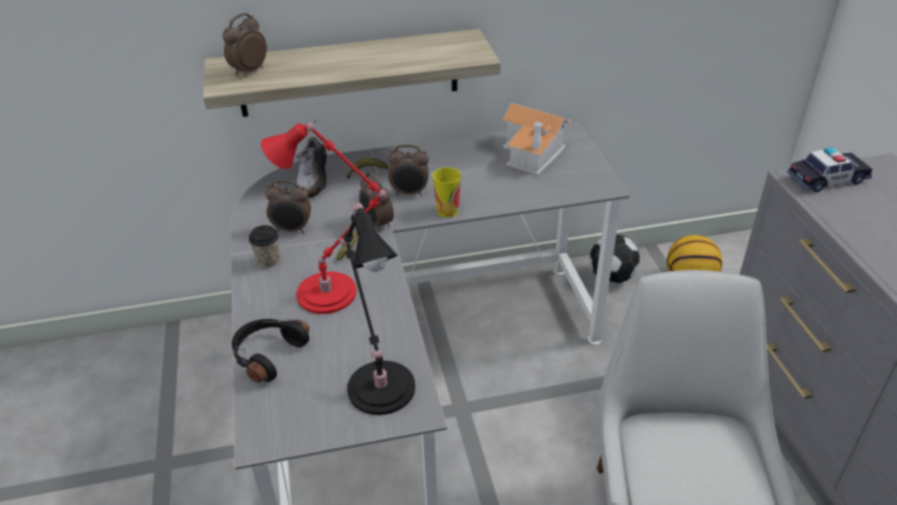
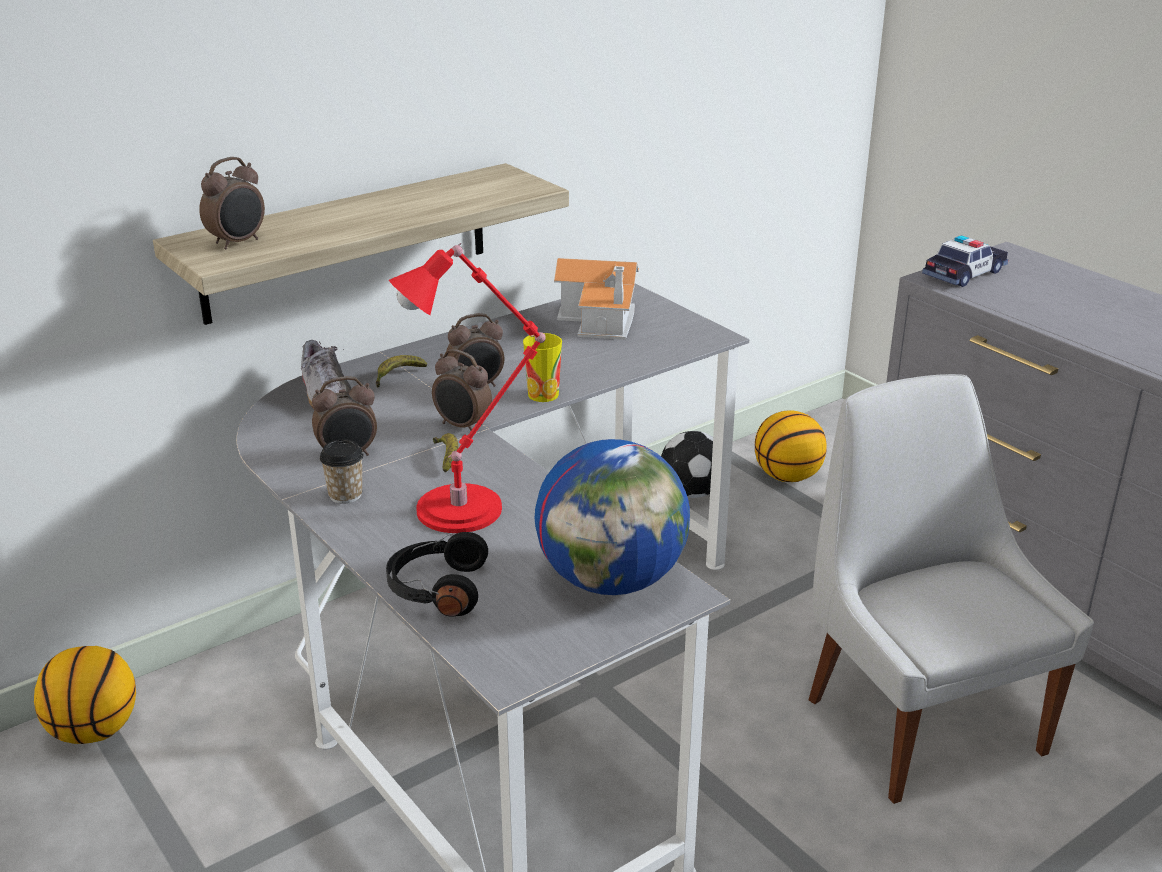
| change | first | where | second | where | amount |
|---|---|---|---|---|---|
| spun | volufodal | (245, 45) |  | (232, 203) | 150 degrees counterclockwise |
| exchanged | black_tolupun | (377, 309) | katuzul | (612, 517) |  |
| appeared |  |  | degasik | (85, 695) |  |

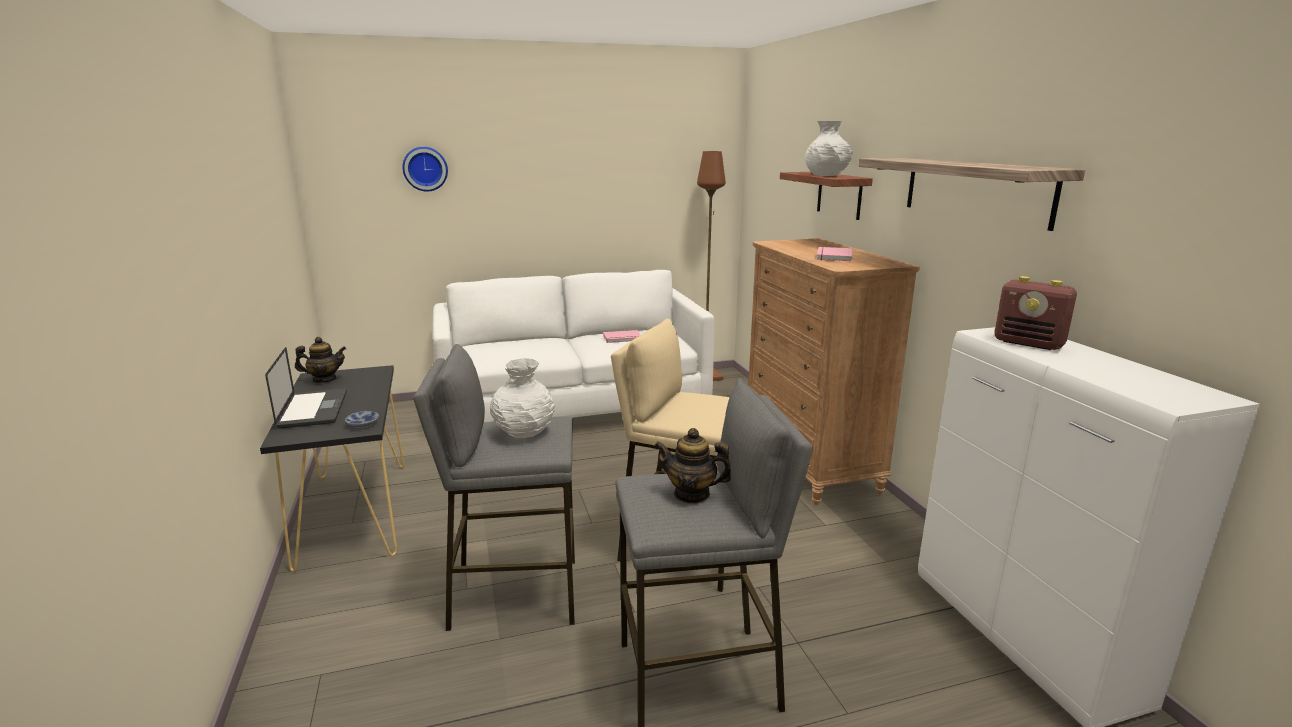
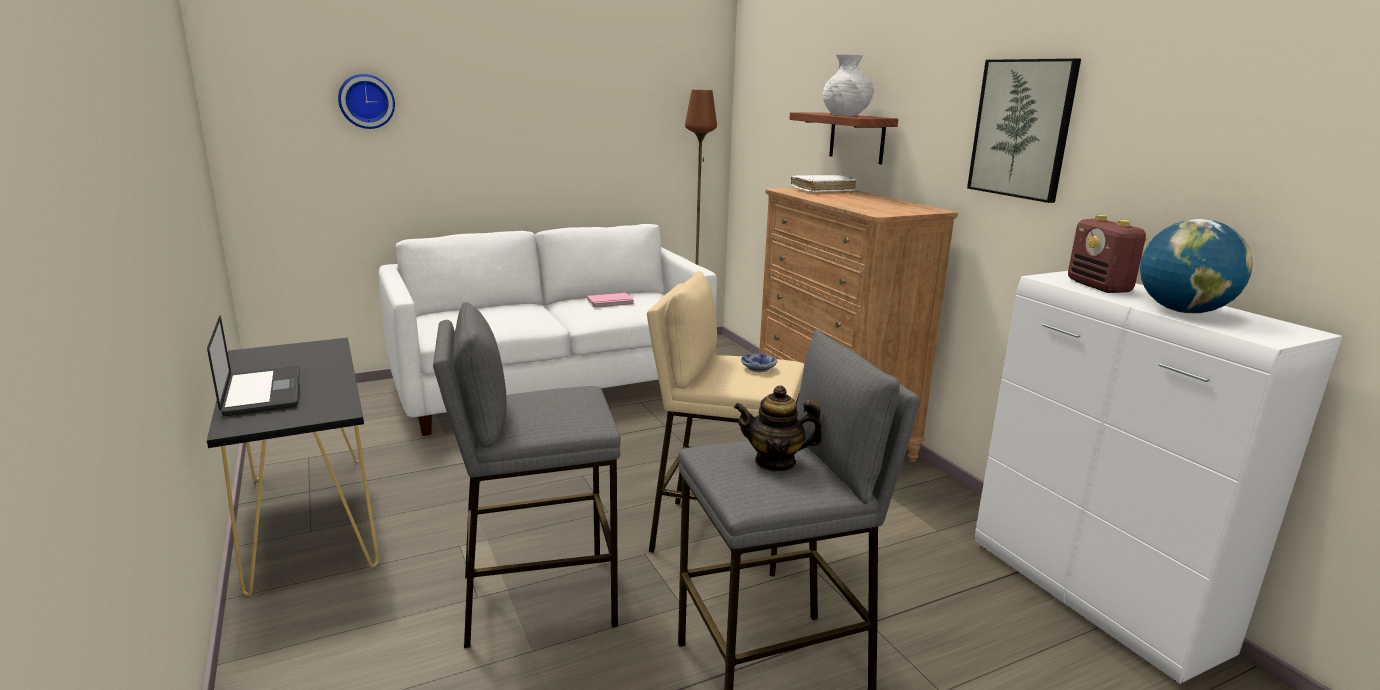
| change | first | where | second | where | amount |
|---|---|---|---|---|---|
| missing | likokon | (320, 360) |  |  |  |
| relocated | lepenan | (362, 419) |  | (759, 362) |  |
| missing | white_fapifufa | (522, 398) |  |  |  |
| missing | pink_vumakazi | (834, 254) |  |  |  |
| exchanged | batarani | (971, 194) | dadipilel | (1024, 130) |  |
| spun | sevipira | (1035, 313) |  | (1108, 254) | 45 degrees clockwise |
| appeared |  |  | white_vumakazi | (823, 184) |  |
| appeared |  |  | katuzul | (1196, 266) |  |

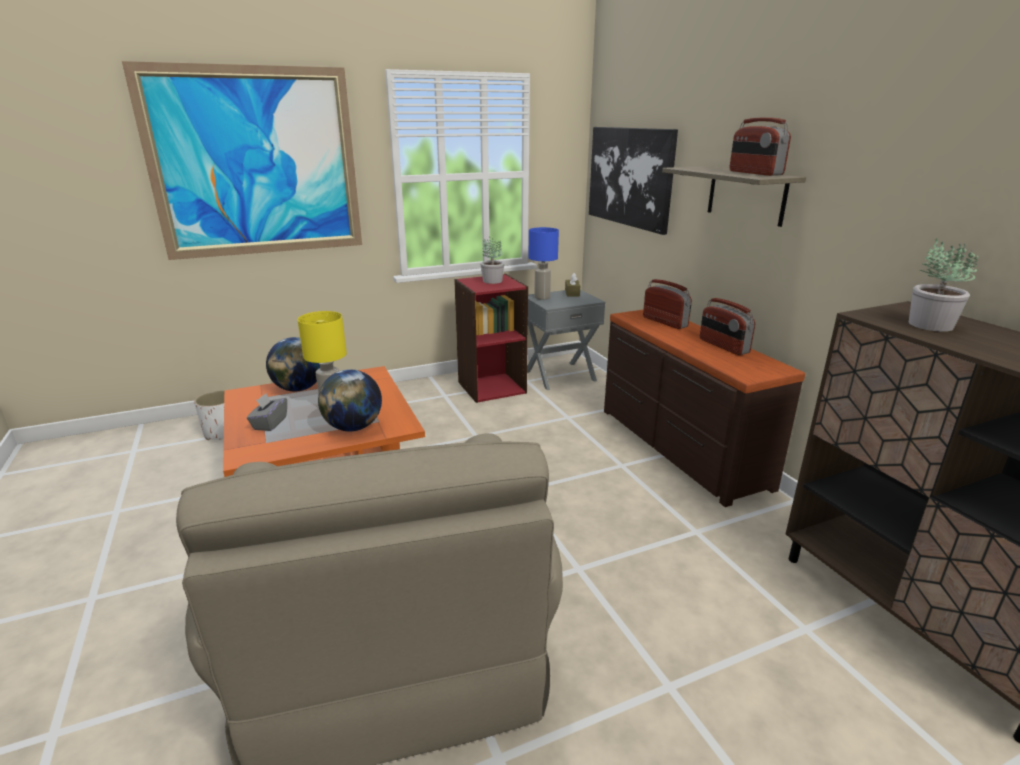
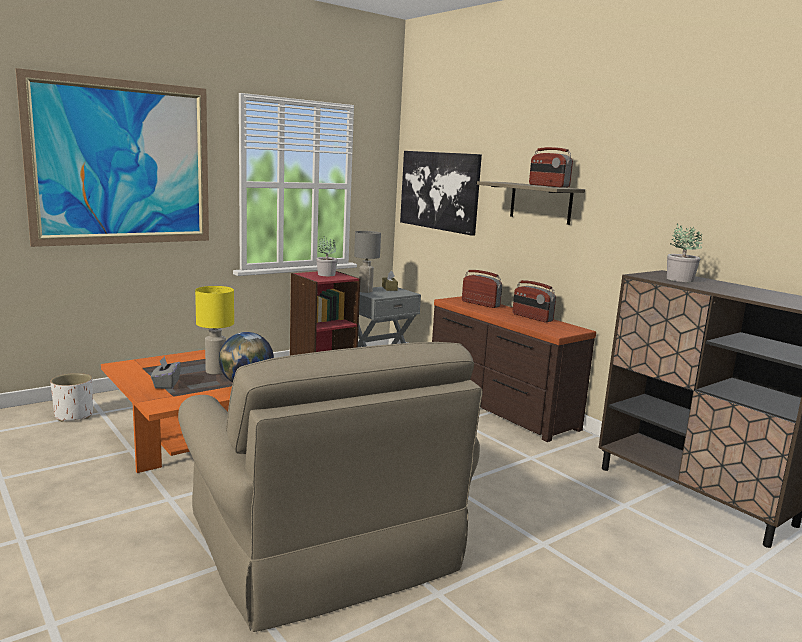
| change | first | where | second | where | amount |
|---|---|---|---|---|---|
| missing | katuzul | (293, 364) |  |  |  |
| colour | blue_tolupun | (543, 263) | grey_tolupun | (367, 262) |  |

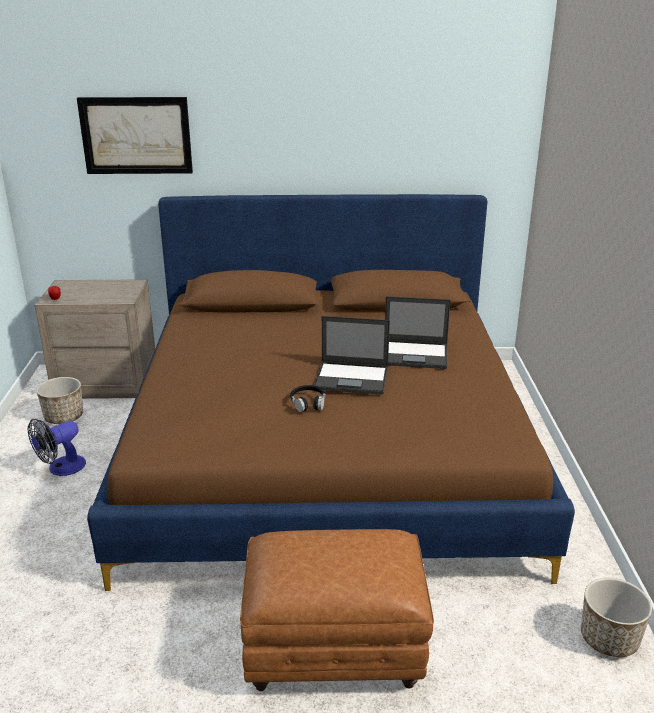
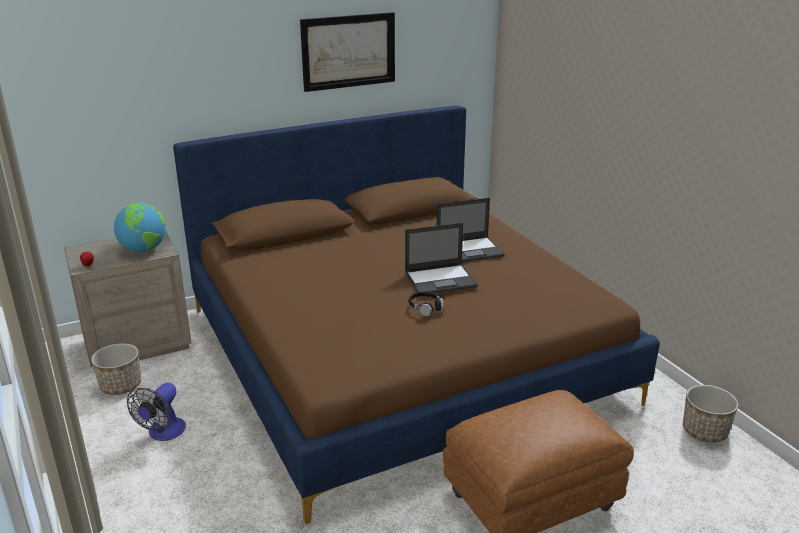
| change | first | where | second | where | amount |
|---|---|---|---|---|---|
| relocated | dadipilel | (135, 135) |  | (347, 52) |  |
| appeared |  |  | katuzul | (140, 228) |  |

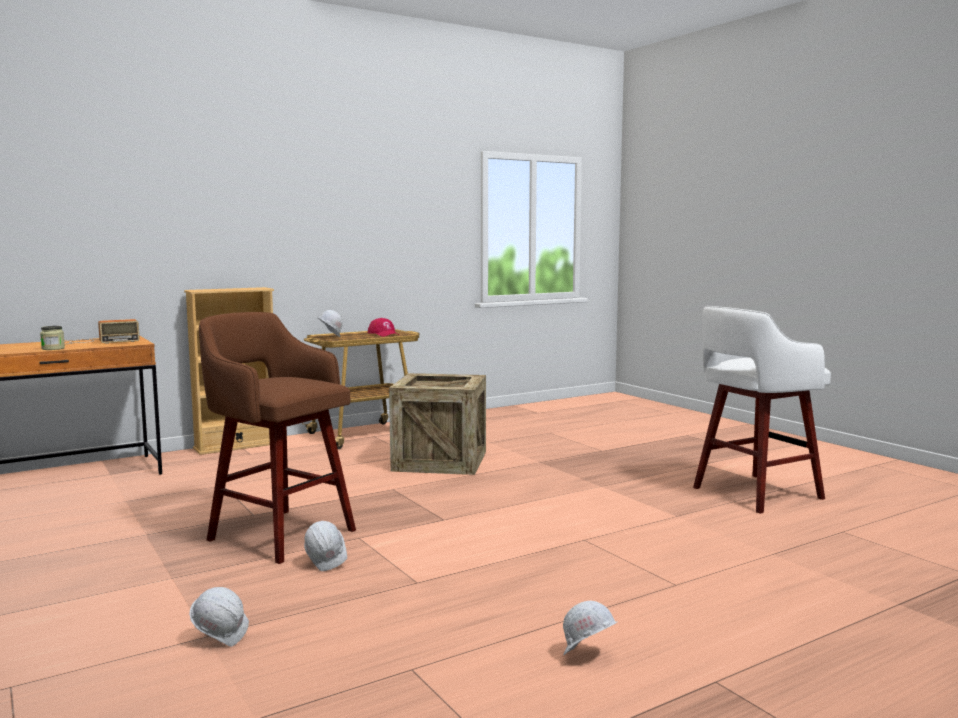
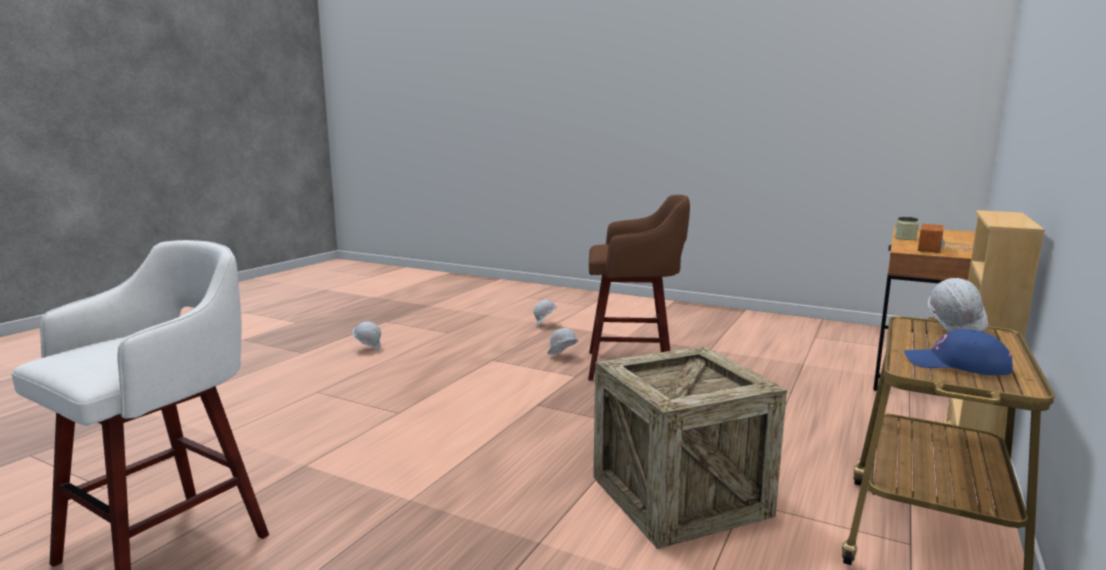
| change | first | where | second | where | amount |
|---|---|---|---|---|---|
| colour | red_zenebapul | (383, 327) | blue_zenebapul | (958, 352) |  |

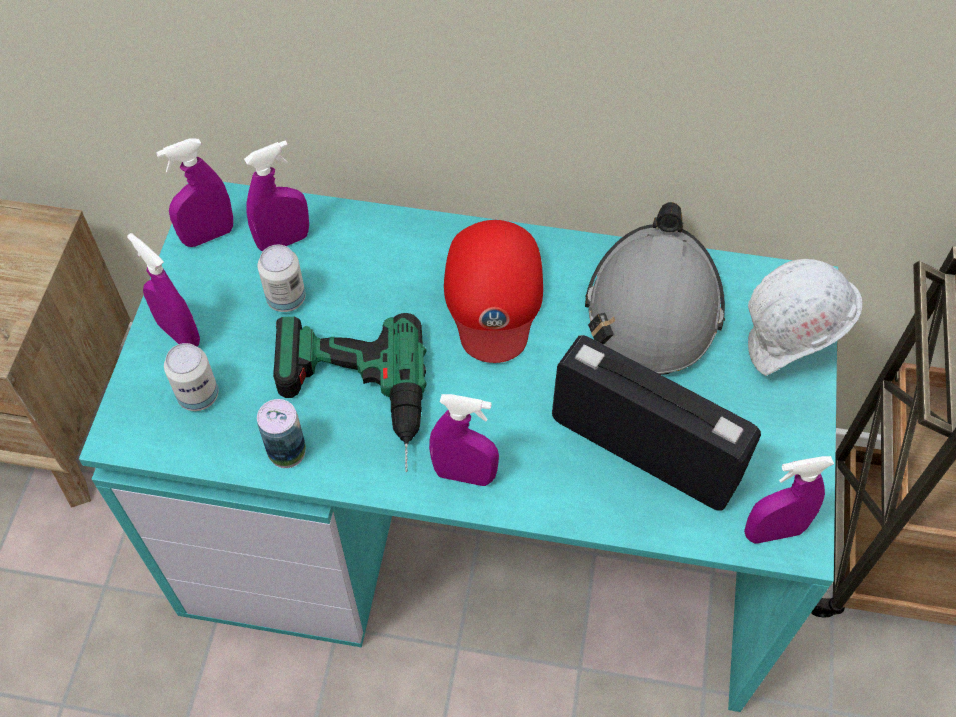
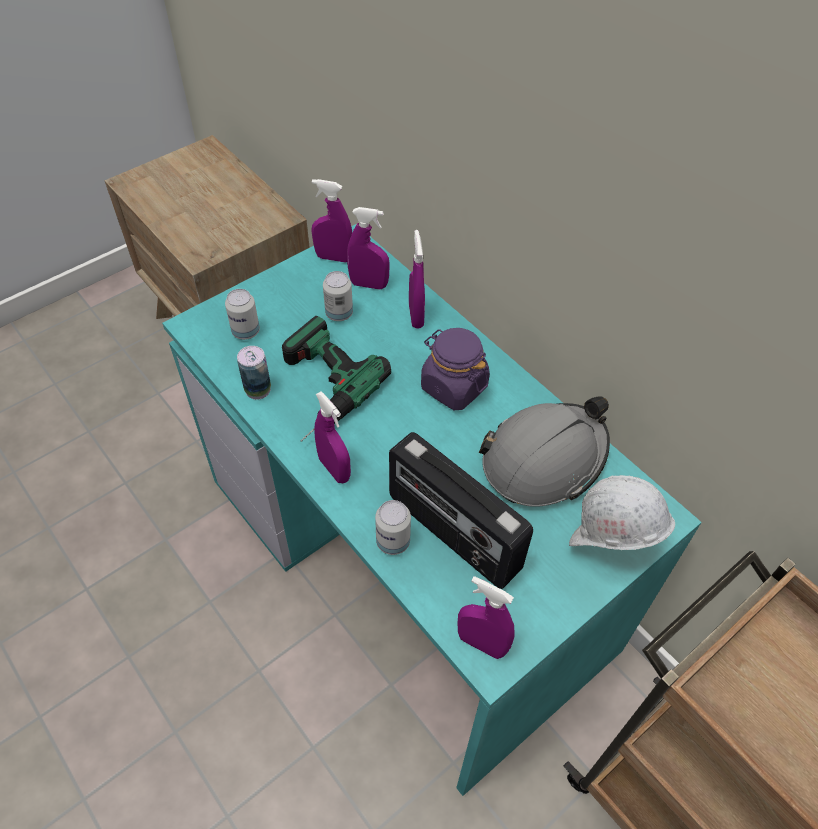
| change | first | where | second | where | amount |
|---|---|---|---|---|---|
| relocated | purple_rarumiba | (163, 290) |  | (417, 279) |  |
| exchanged | red_zenebapul | (493, 291) | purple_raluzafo | (455, 369) |  |
| spun | sevipira | (656, 423) |  | (461, 510) | 150 degrees clockwise |
| appeared |  |  | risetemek | (393, 527) |  |

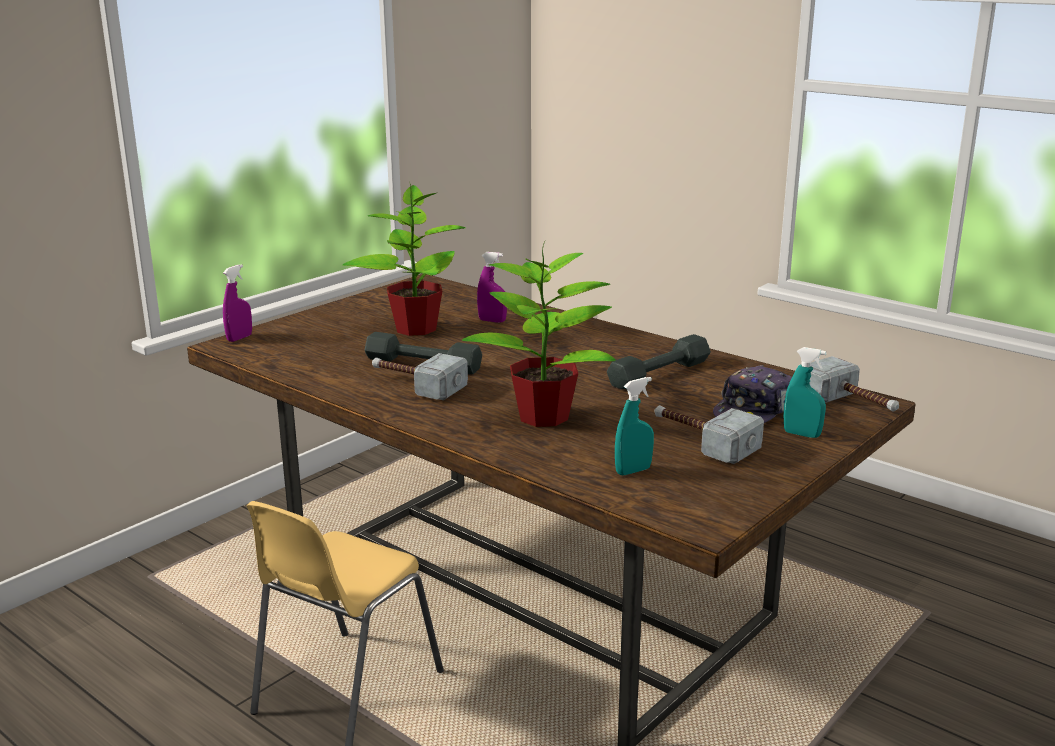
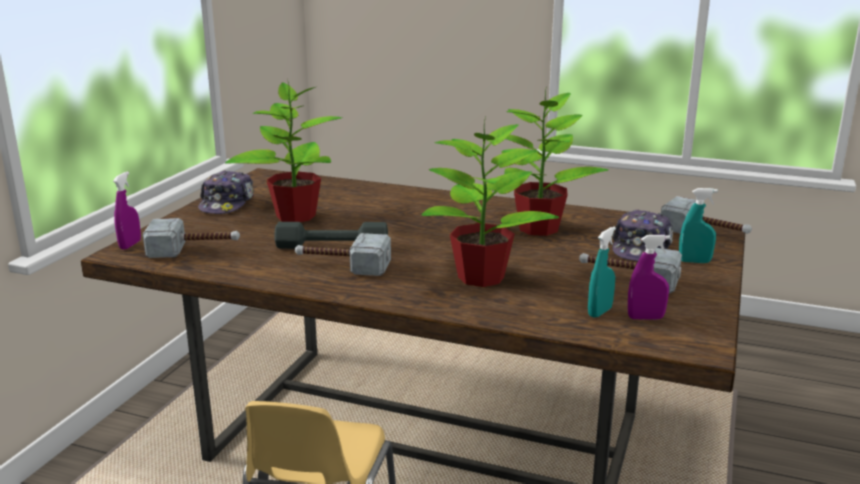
| change | first | where | second | where | amount |
|---|---|---|---|---|---|
| relocated | purple_rarumiba | (492, 287) |  | (649, 277) |  |
| exchanged | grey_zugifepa | (659, 362) | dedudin | (554, 161) |  |
| appeared |  |  | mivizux | (191, 238) |  |
| appeared |  |  | zenebapul | (226, 192) |  |

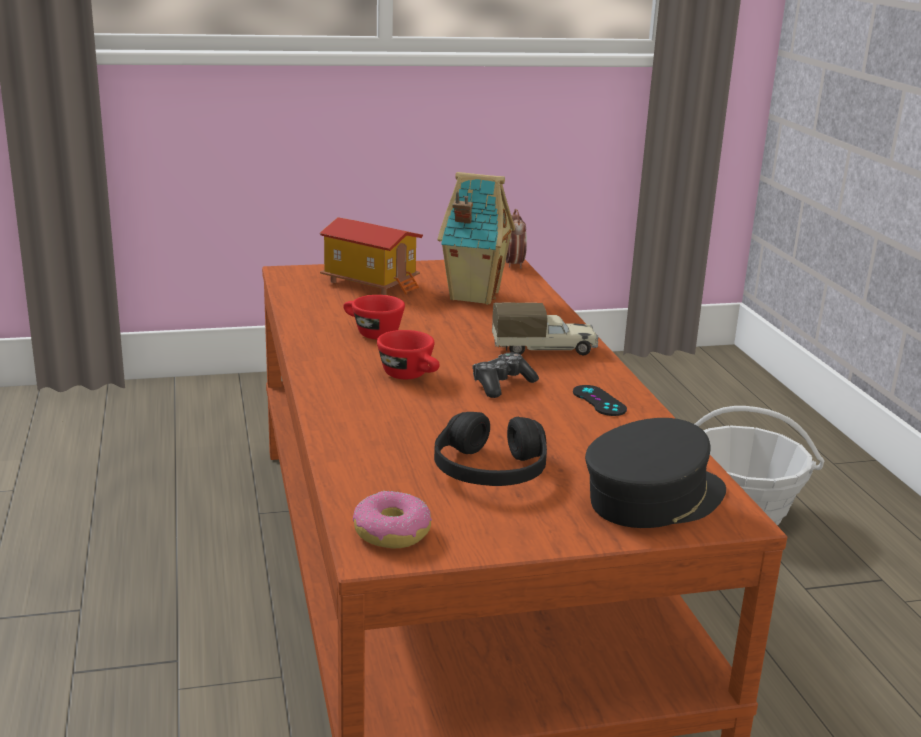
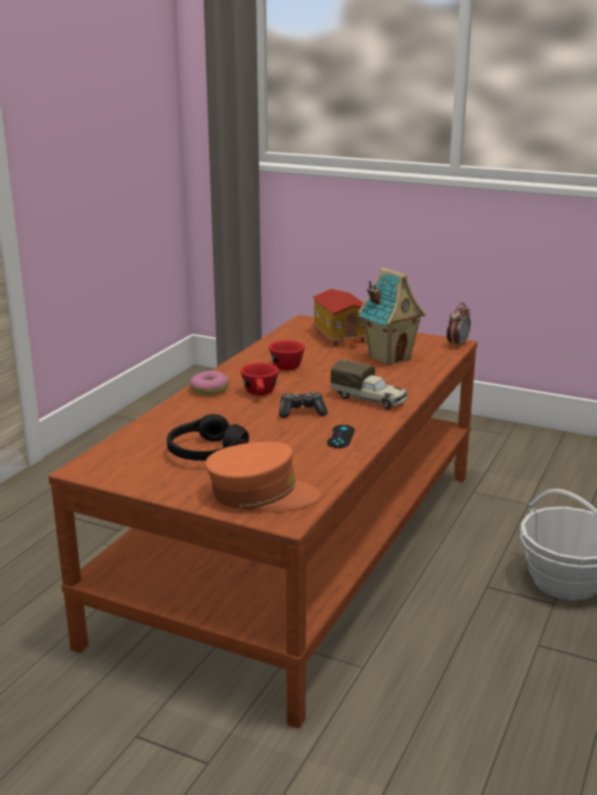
| change | first | where | second | where | amount |
|---|---|---|---|---|---|
| relocated | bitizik | (392, 519) |  | (209, 383) |  |
| colour | black_zenebapul | (655, 473) | orange_zenebapul | (263, 477) |  |

